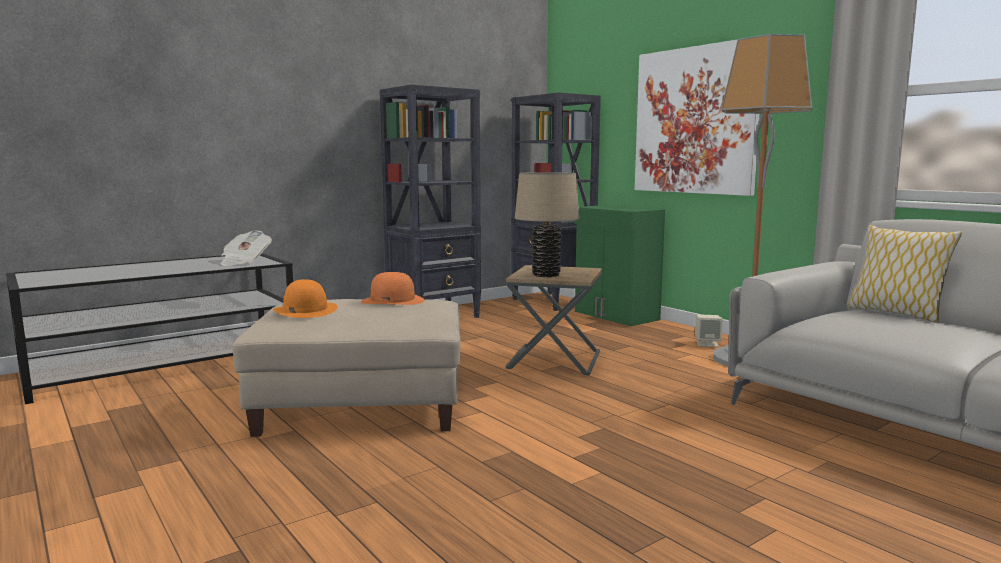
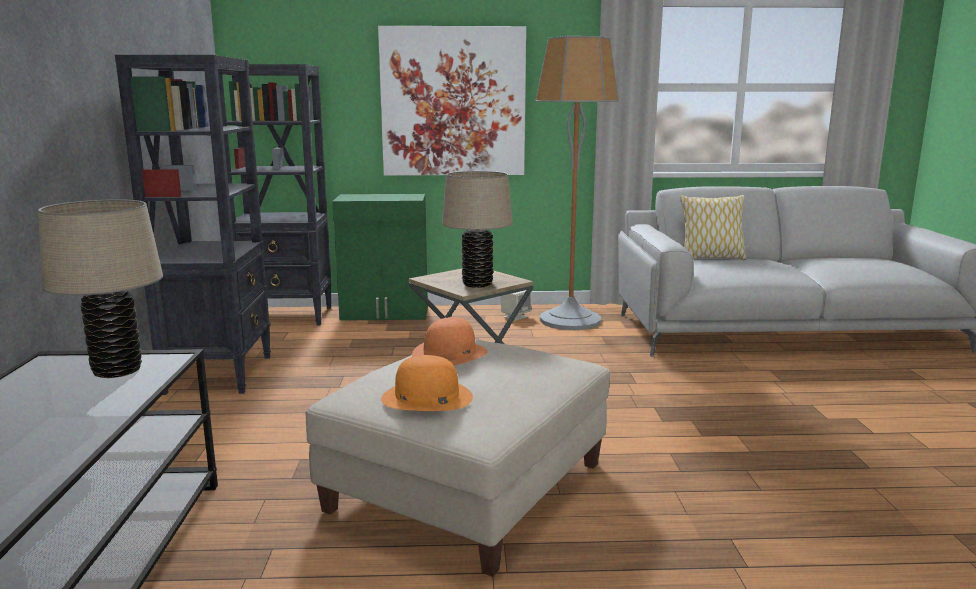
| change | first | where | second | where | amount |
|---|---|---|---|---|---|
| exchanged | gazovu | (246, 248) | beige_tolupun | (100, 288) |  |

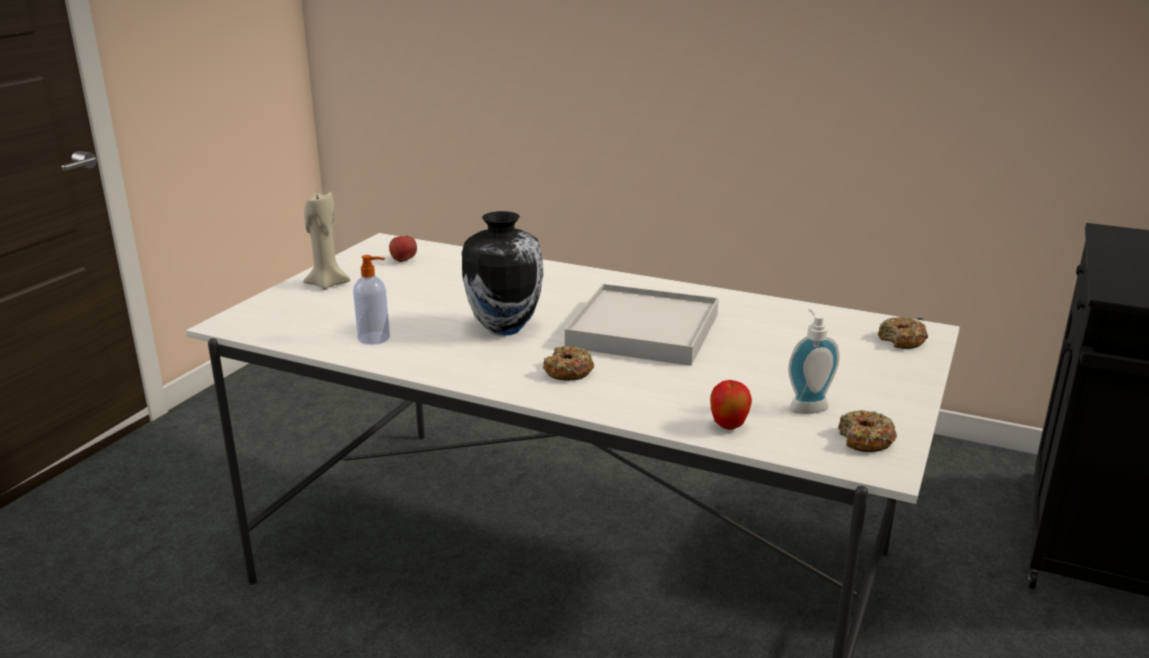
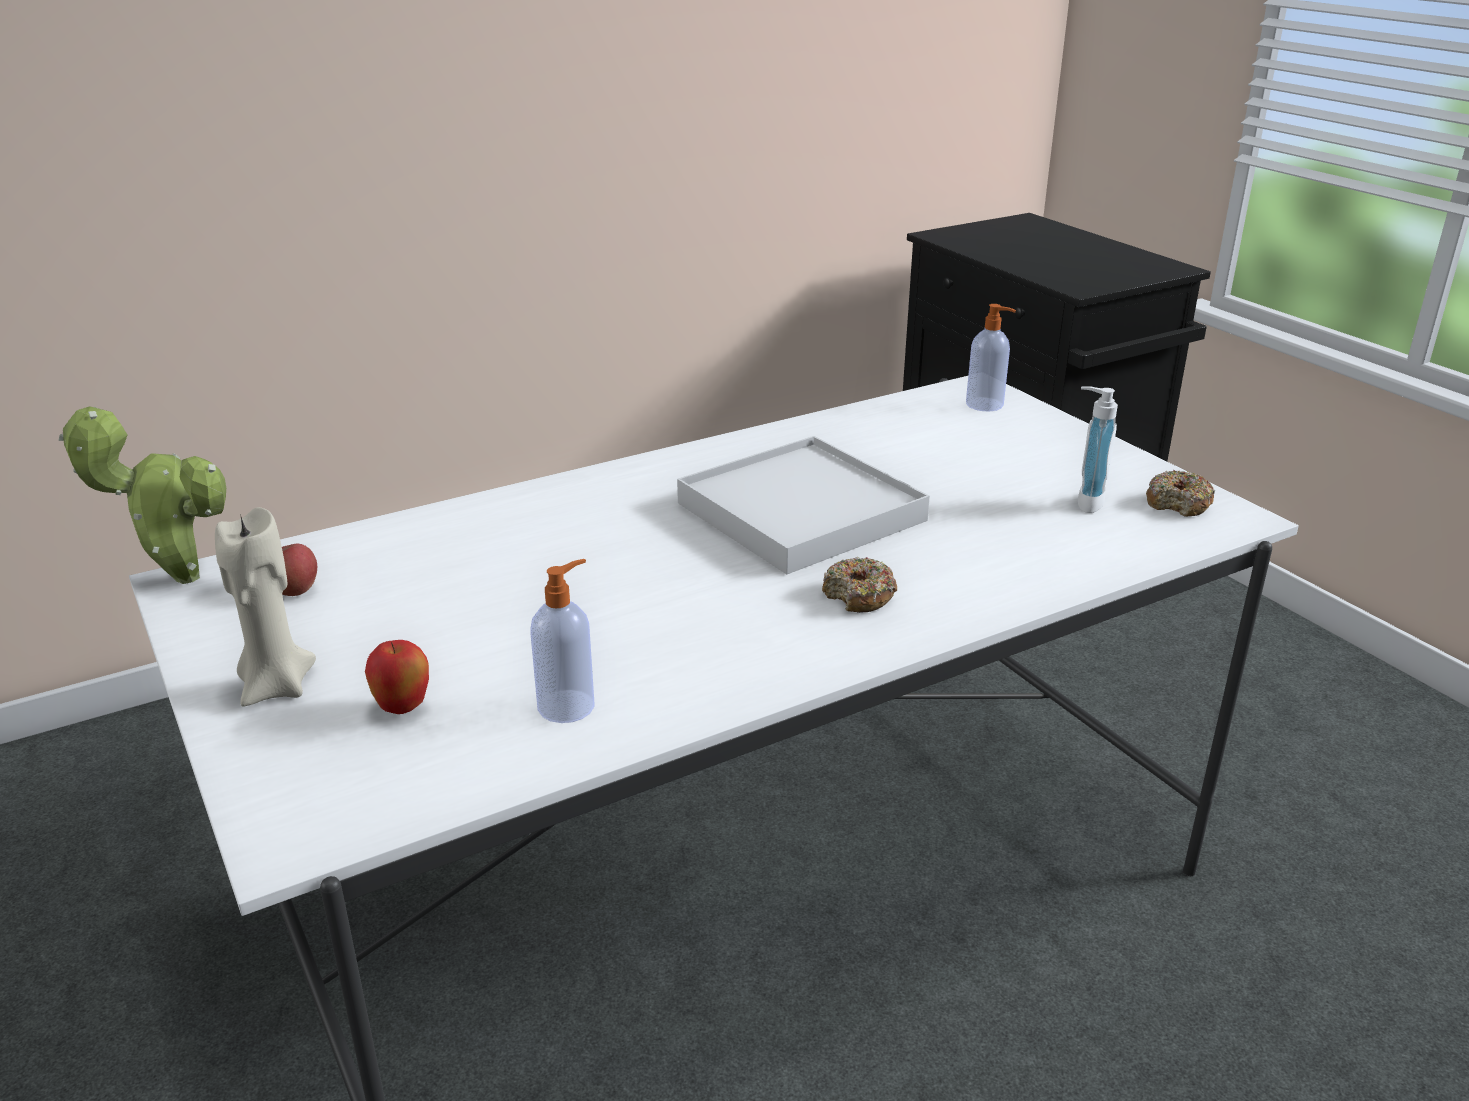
| change | first | where | second | where | amount |
|---|---|---|---|---|---|
| missing | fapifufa | (502, 273) |  |  |  |
| relocated | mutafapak | (731, 405) |  | (397, 677) |  |
| exchanged | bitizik | (903, 333) | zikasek | (991, 357) |  |
| appeared |  |  | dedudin | (142, 495) |  |

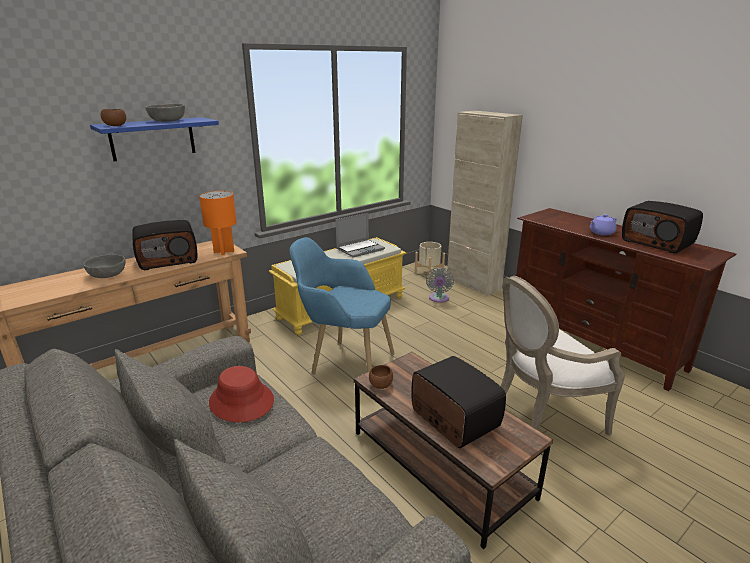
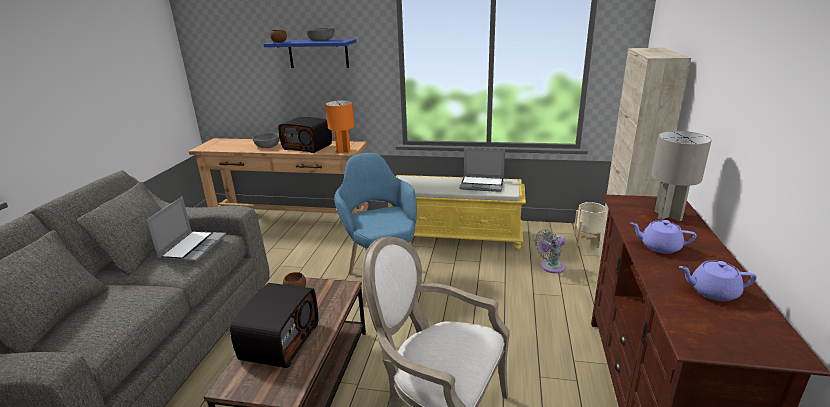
| change | first | where | second | where | amount |
|---|---|---|---|---|---|
| exchanged | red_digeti | (241, 394) | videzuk | (186, 229) |  |
| exchanged | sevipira | (662, 227) | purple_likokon | (718, 280) |  |
| appeared |  |  | grey_tolupun | (681, 176) |  |

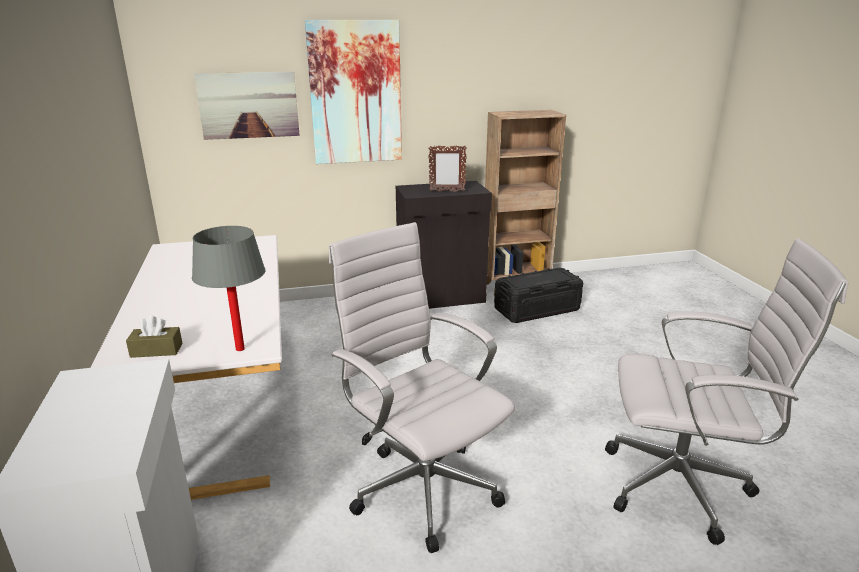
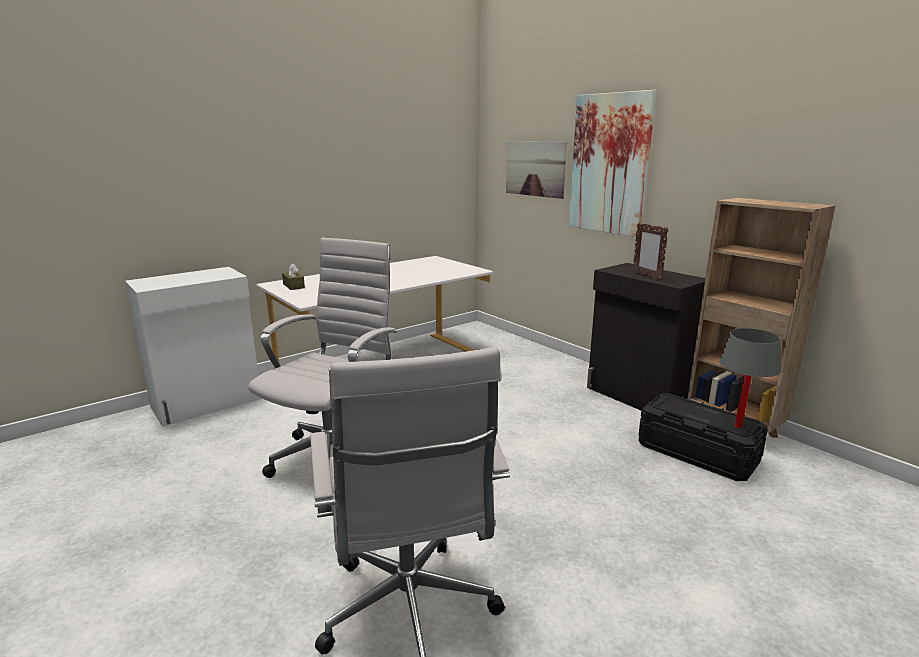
| change | first | where | second | where | amount |
|---|---|---|---|---|---|
| relocated | grey_tolupun | (228, 288) |  | (750, 378) |  |

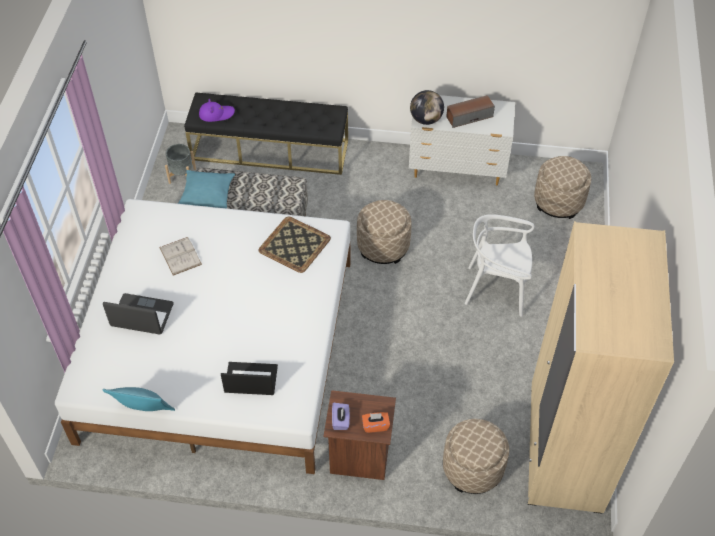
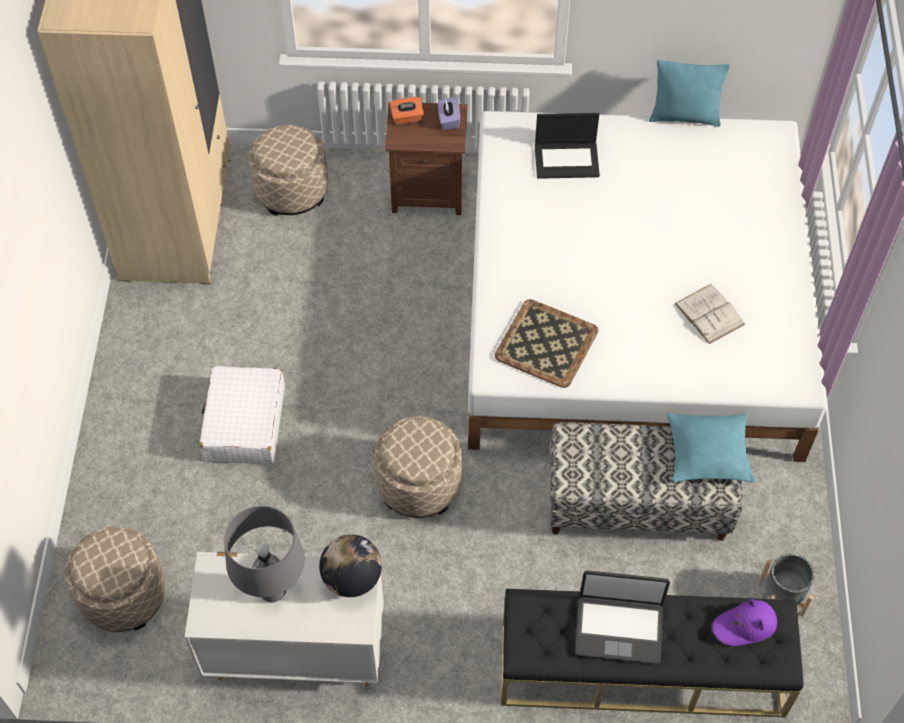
| change | first | where | second | where | amount |
|---|---|---|---|---|---|
| relocated | videzuk | (138, 314) |  | (622, 617) |  |
| exchanged | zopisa | (470, 111) | grey_tolupun | (264, 554) |  |
| exchanged | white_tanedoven | (500, 265) | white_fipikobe | (242, 415) |  |

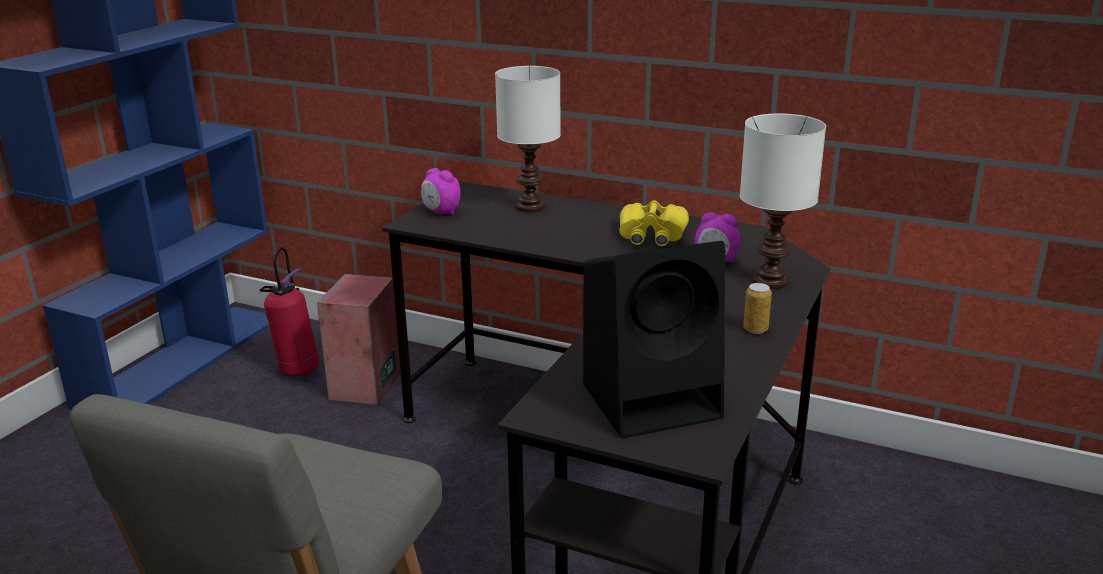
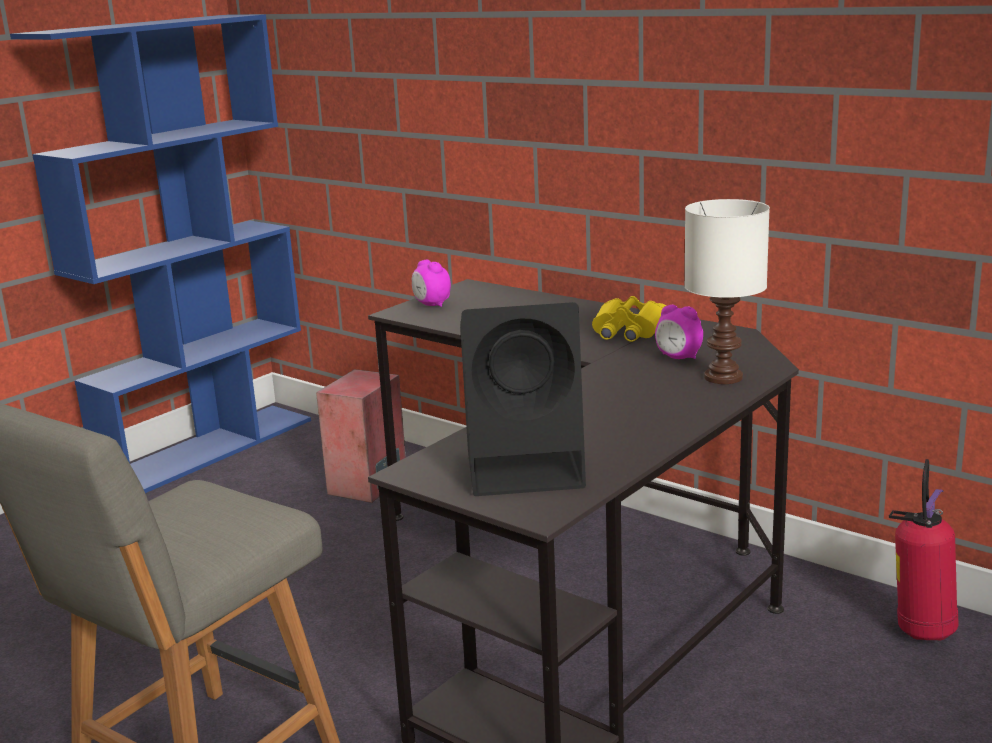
| change | first | where | second | where | amount |
|---|---|---|---|---|---|
| relocated | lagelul | (289, 312) |  | (923, 549) |  |
| missing | white_tolupun | (528, 139) |  |  |  |
| missing | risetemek | (757, 308) |  |  |  |

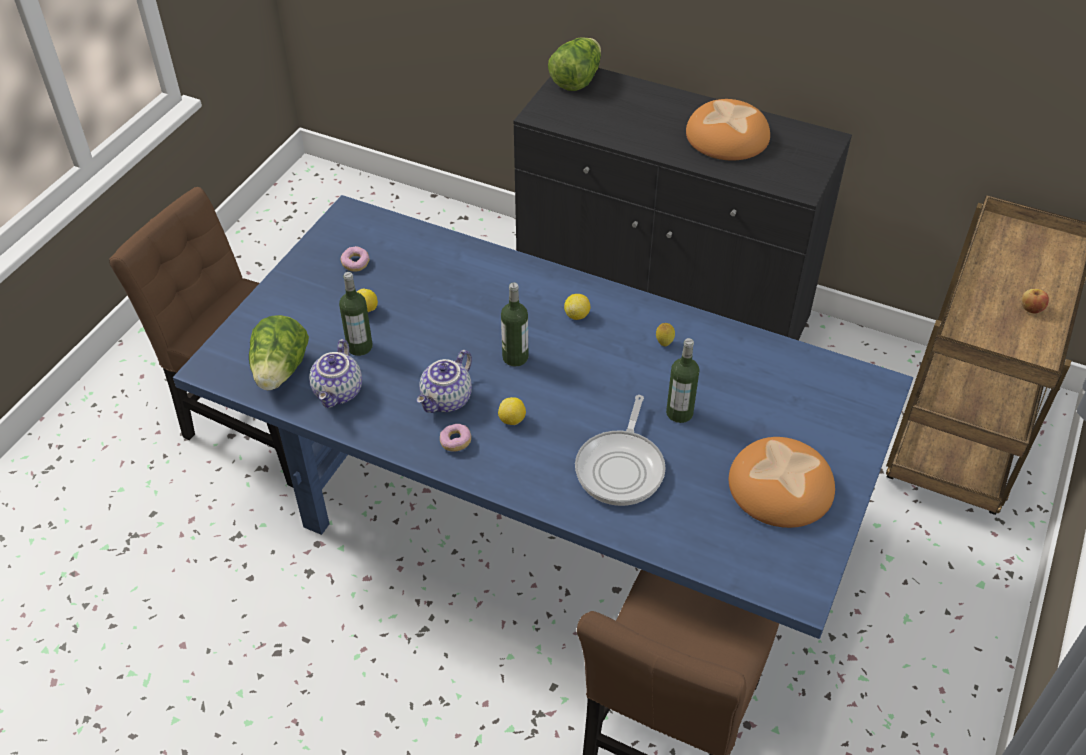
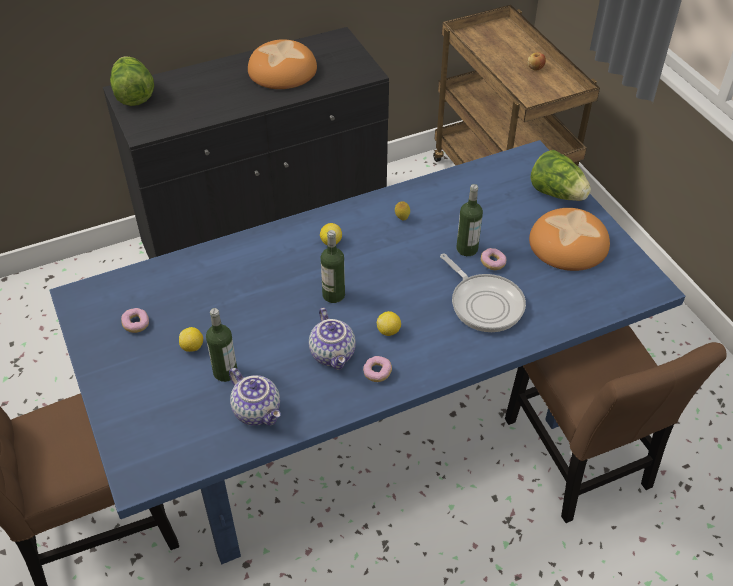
| change | first | where | second | where | amount |
|---|---|---|---|---|---|
| relocated | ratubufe | (279, 352) |  | (561, 175) |  |
| appeared |  |  | bitizik | (493, 259) |  |

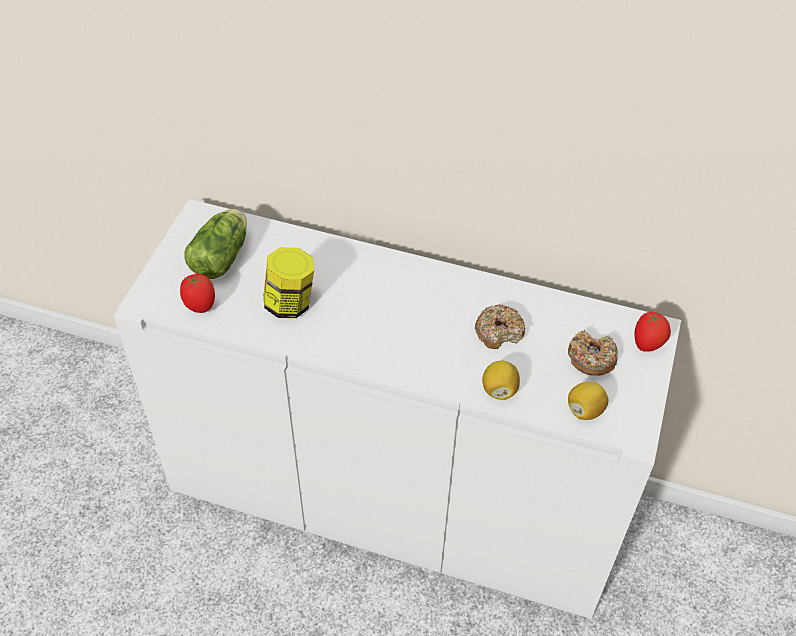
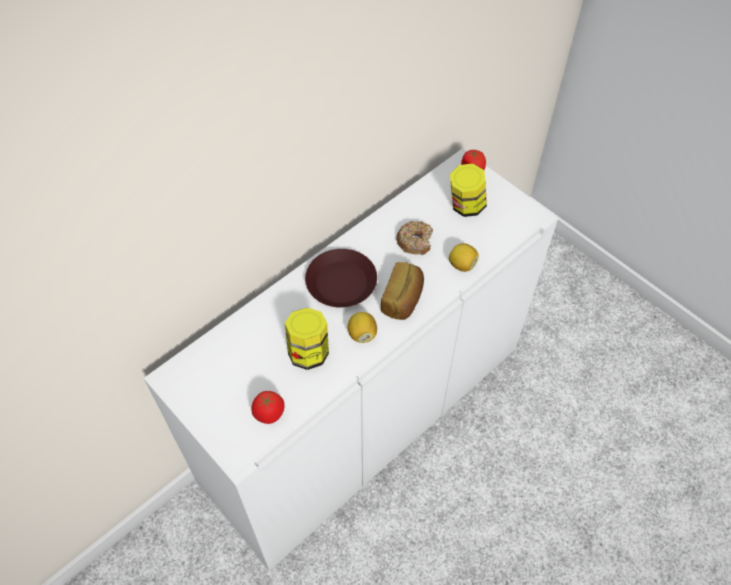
| change | first | where | second | where | amount |
|---|---|---|---|---|---|
| missing | ratubufe | (215, 244) |  |  |  |
| exchanged | bitizik | (593, 353) | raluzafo | (468, 190) |  |
| relocated | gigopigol | (588, 401) |  | (362, 327) |  |
| appeared |  |  | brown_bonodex | (341, 278) |  |
| appeared |  |  | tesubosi | (402, 291) |  |

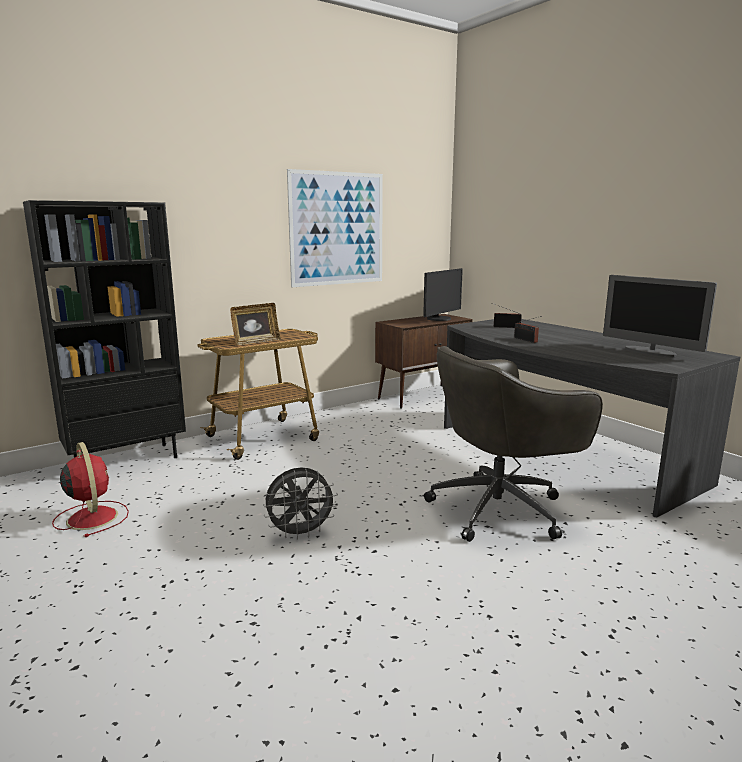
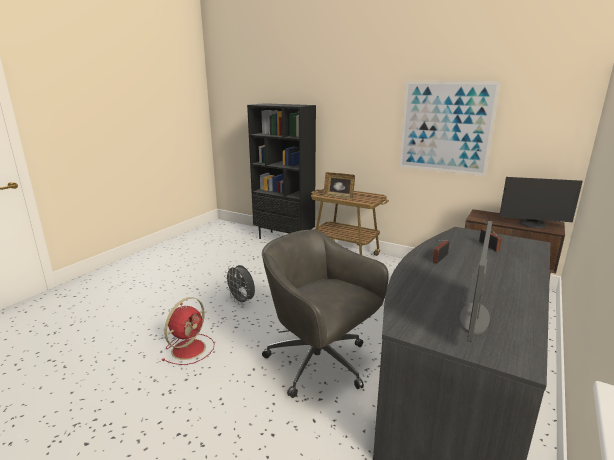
| change | first | where | second | where | amount |
|---|---|---|---|---|---|
| relocated | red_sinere | (90, 489) |  | (188, 331) |  |

